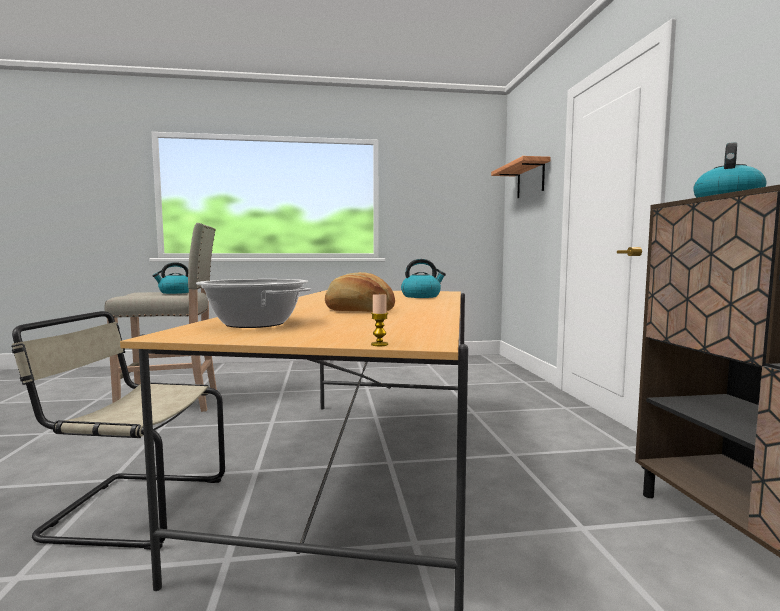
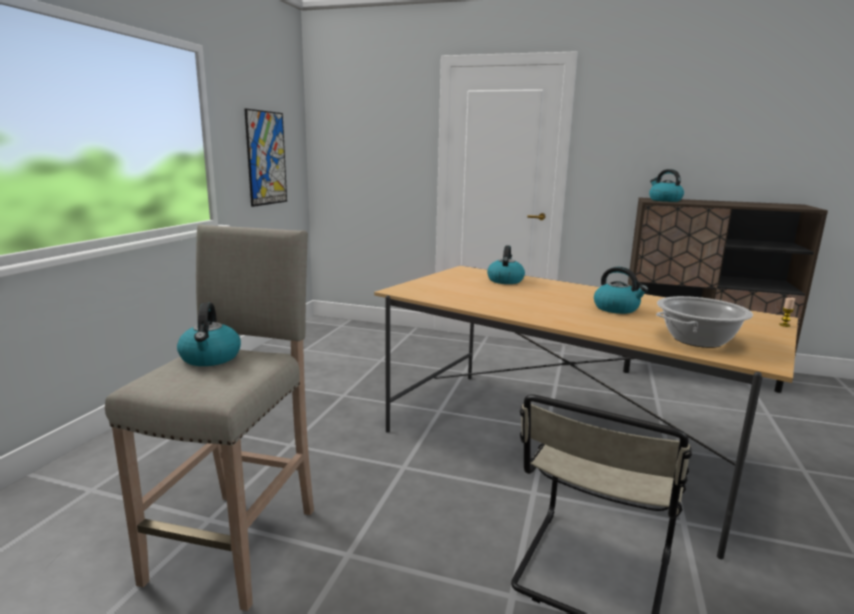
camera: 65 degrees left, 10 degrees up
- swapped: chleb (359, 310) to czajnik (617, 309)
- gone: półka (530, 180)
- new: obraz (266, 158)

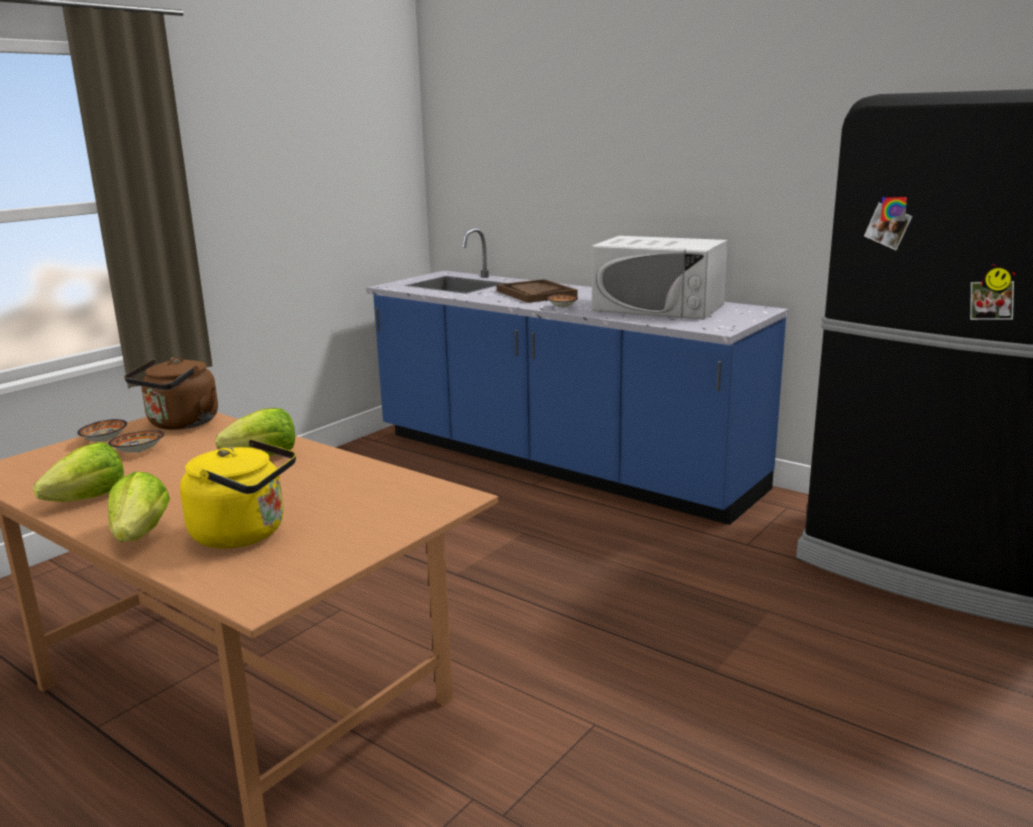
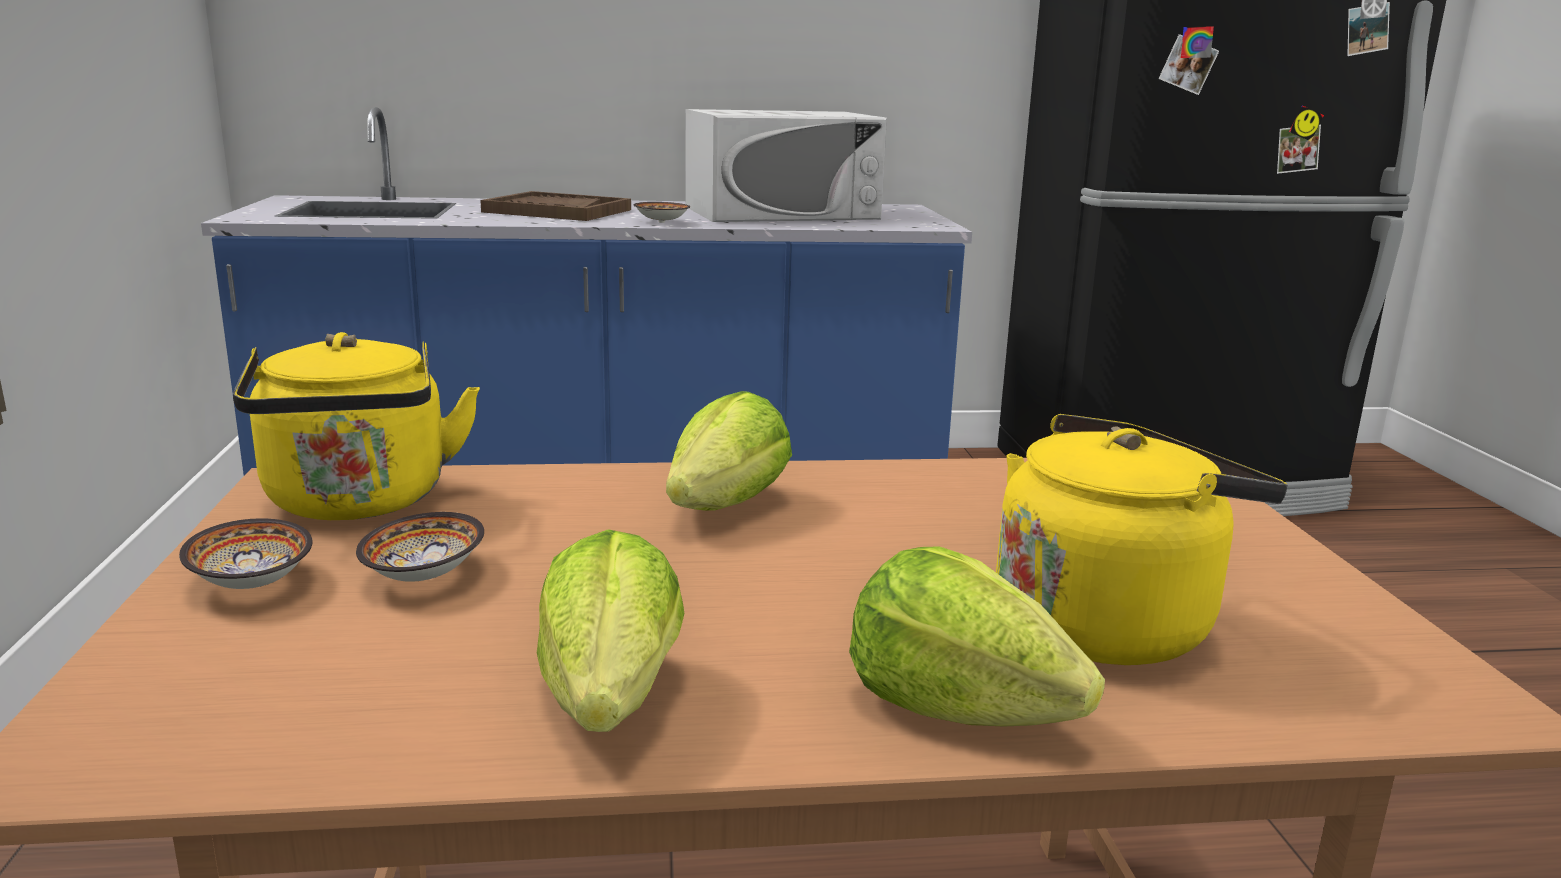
camera: 45 degrees left, 0 degrees up
- repainted: czajnik/brązowy (181, 424) to czajnik/żółty (358, 503)

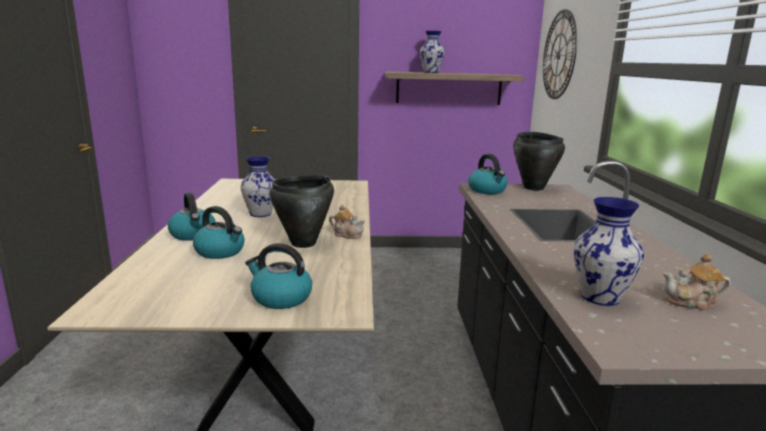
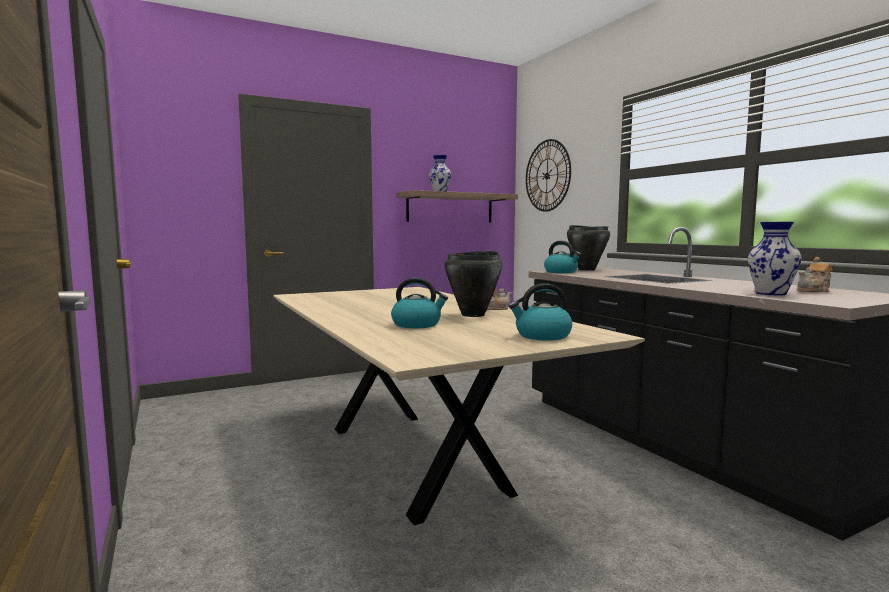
camera: 25 degrees left, 10 degrees down
- gone: czajnik (193, 235)
- gone: wazon (260, 214)

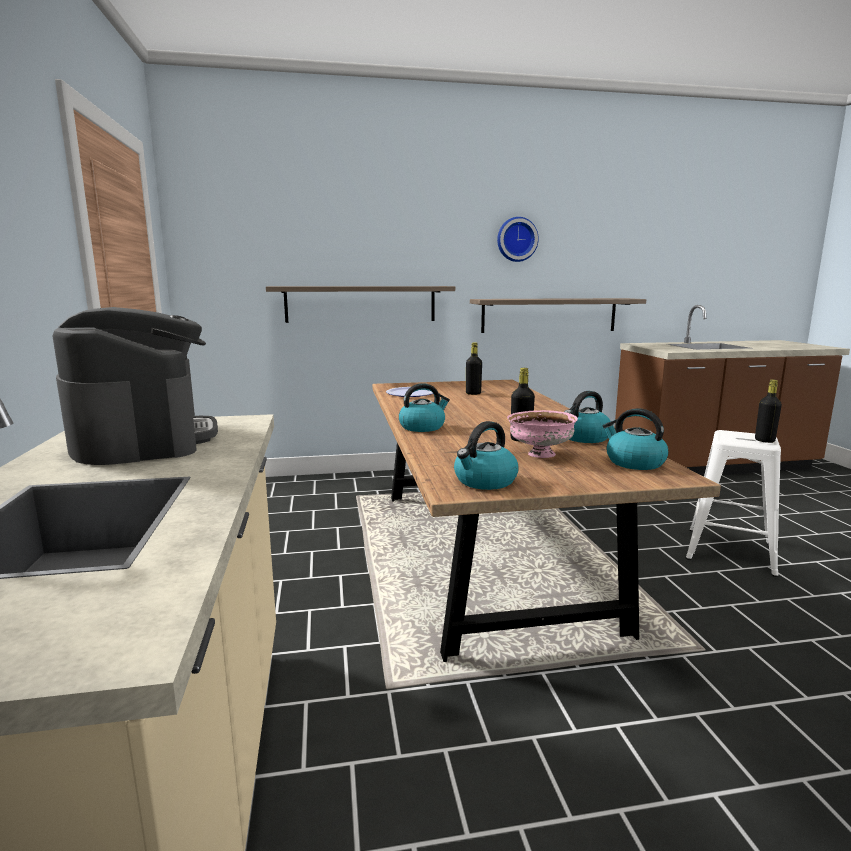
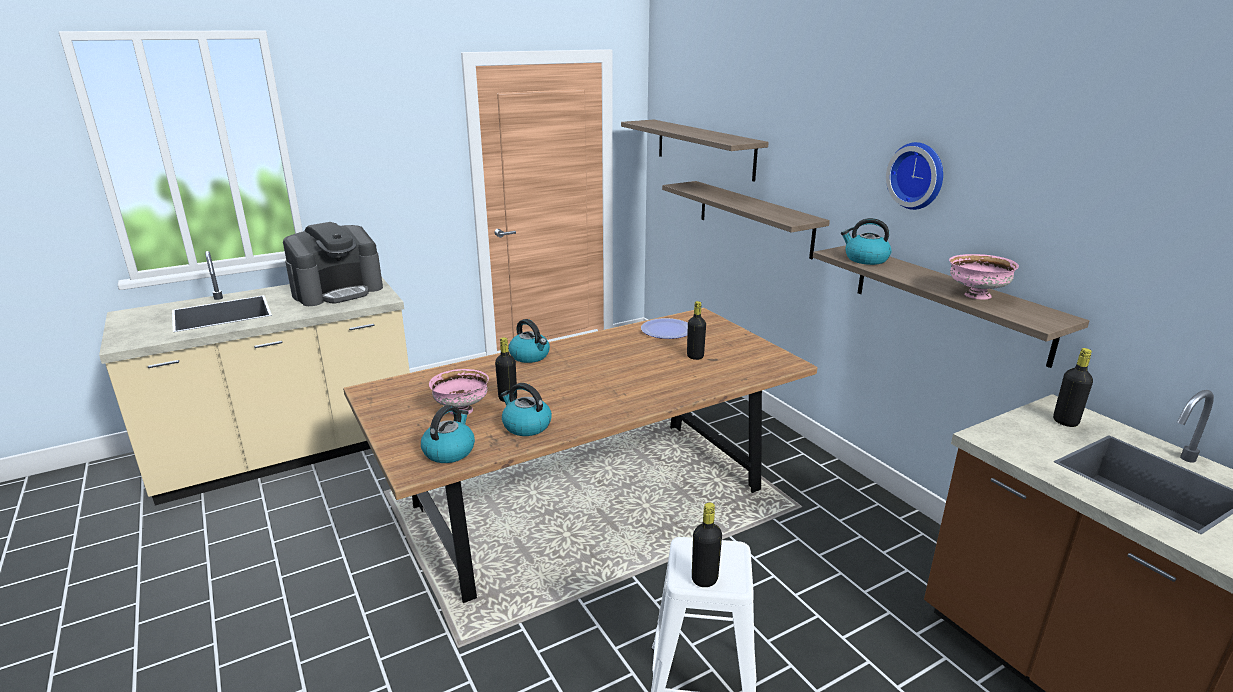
camera: 70 degrees right, 10 degrees up
- shifted: czajnik (485, 481) to (865, 259)
- new: półka (704, 148)
- new: miska/różowy (976, 296)
- new: butelka/czarny (1065, 421)

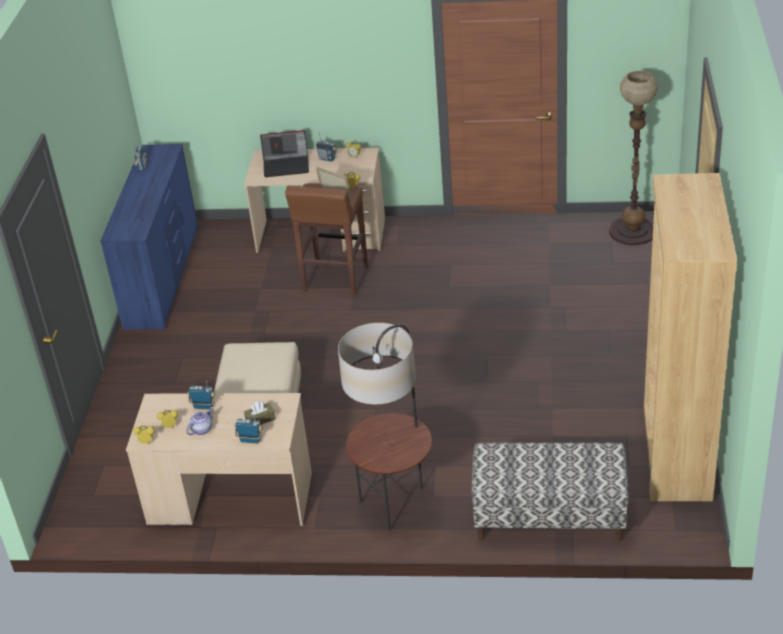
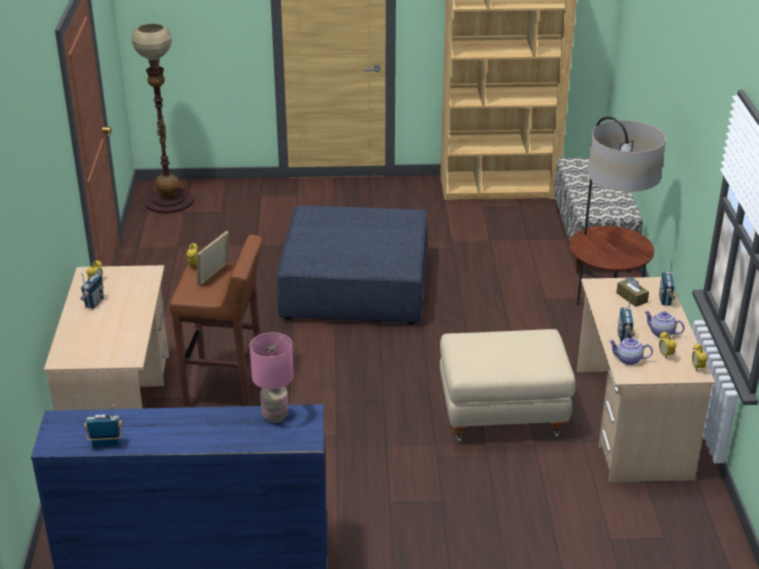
camera: 100 degrees left, 5 degrees down
- gone: laptop (287, 165)
- new: lampa stołowa/różowy (275, 415)
- new: pufa/niebieski (355, 286)
- new: imbryk (628, 360)

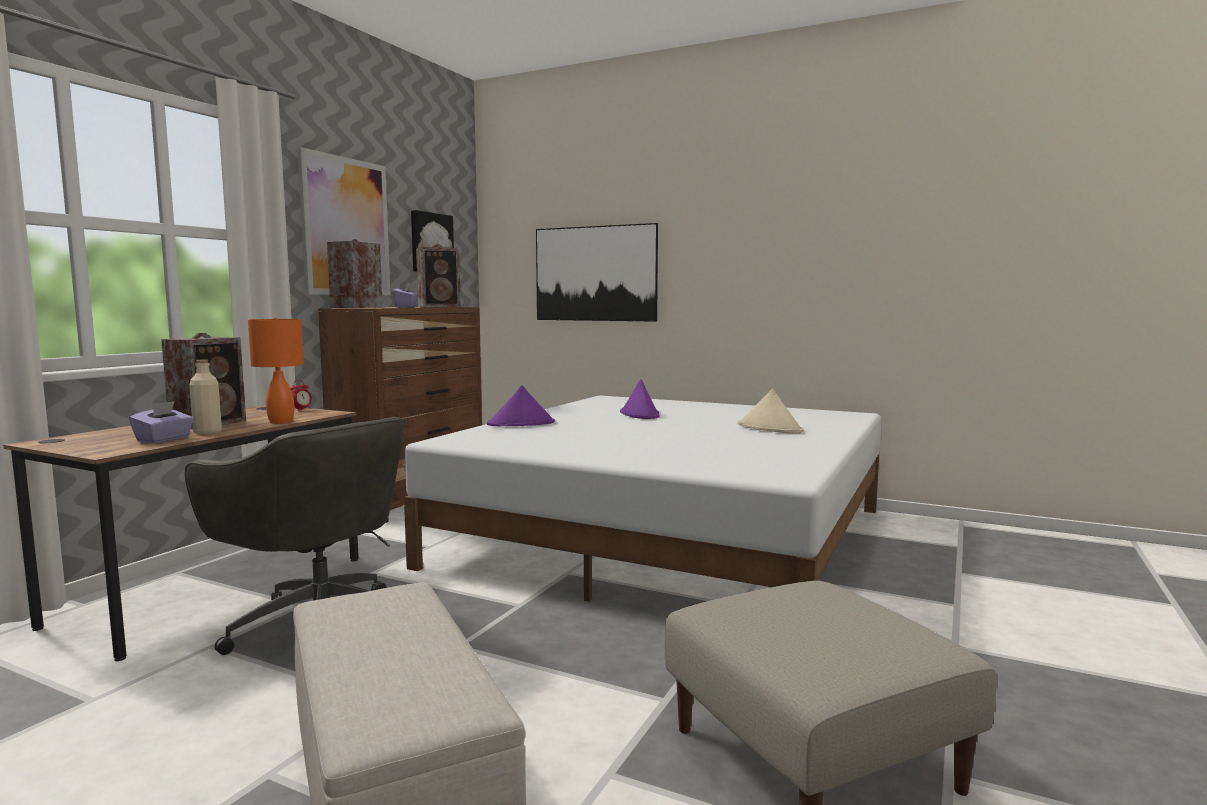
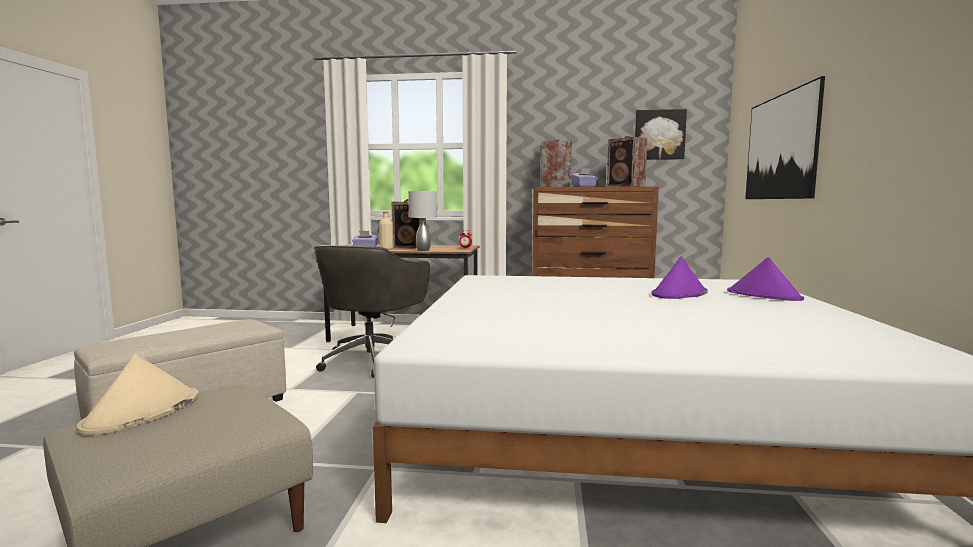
camera: 70 degrees right, 0 degrees up
- repainted: lampa stołowa/pomarańczowy (280, 422) to lampa stołowa/szary (423, 250)
- gone: obraz (346, 227)
- shifted: kapelusz/fioletowy (521, 424) to (764, 296)
- shifted: kapelusz/beżowy (770, 428) to (142, 412)

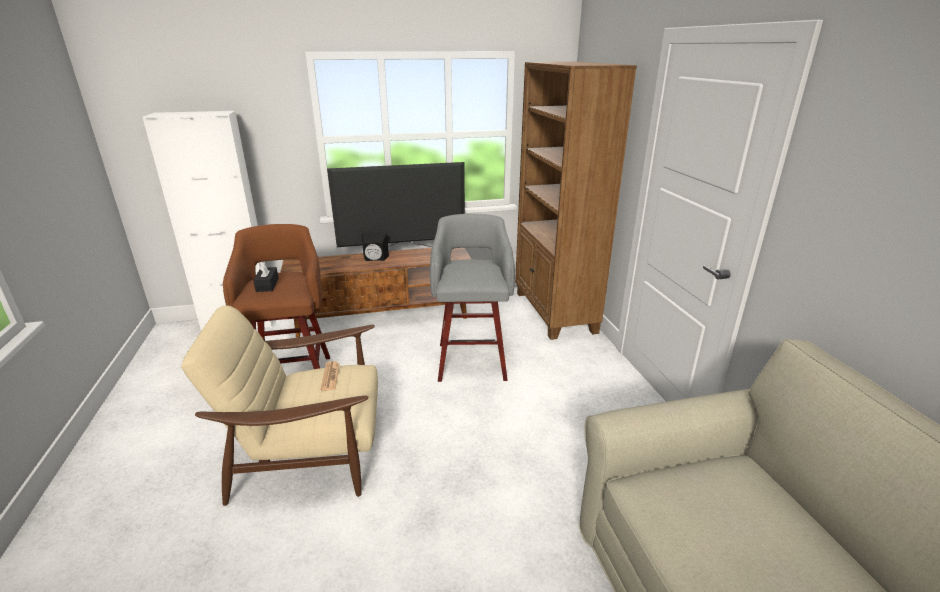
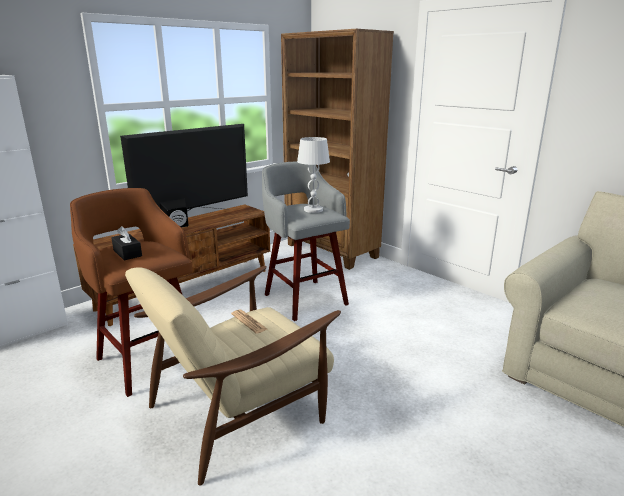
camera: 30 degrees left, 5 degrees down
- new: lampa stołowa/biały (313, 210)

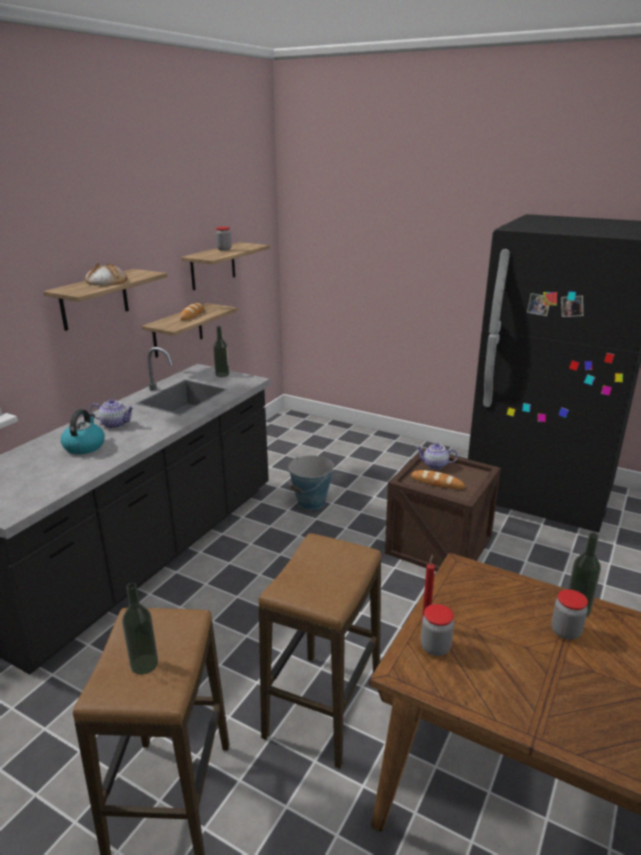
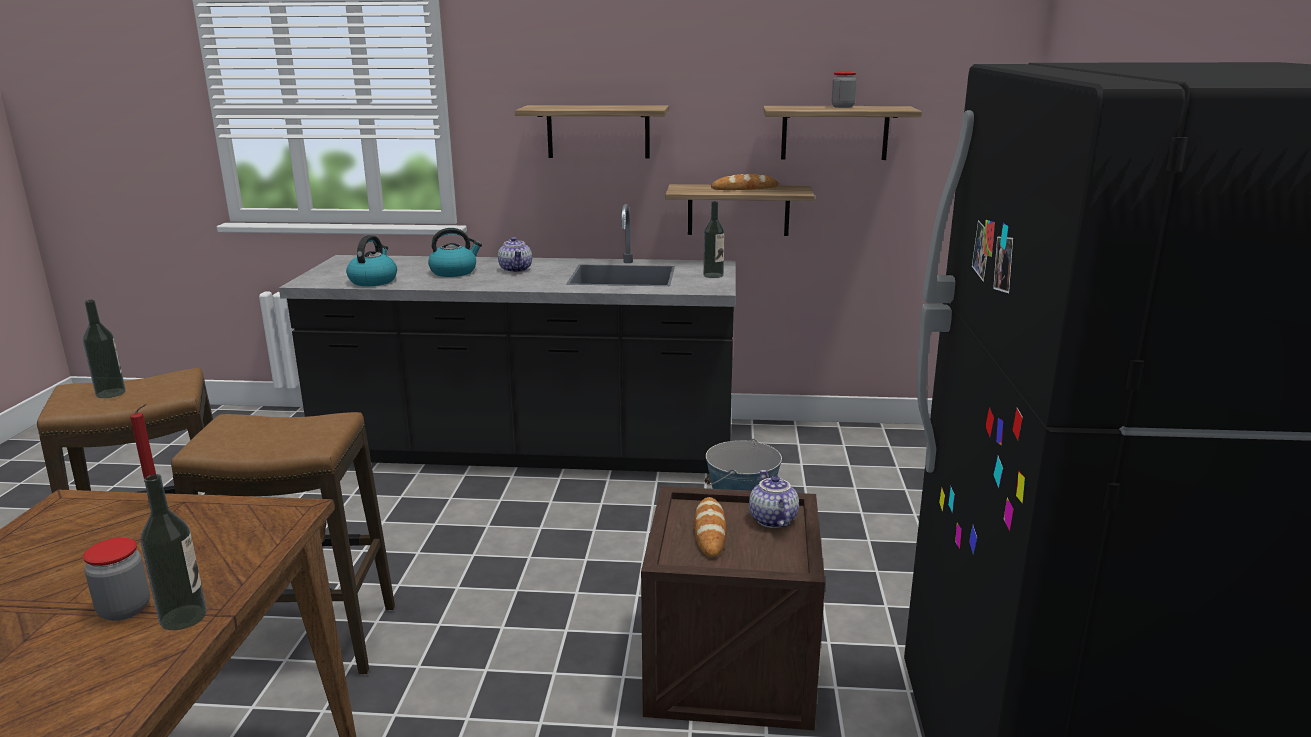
camera: 65 degrees right, 5 degrees down
- gone: chleb (106, 281)
- gone: słoik (435, 647)
- new: czajnik (373, 281)

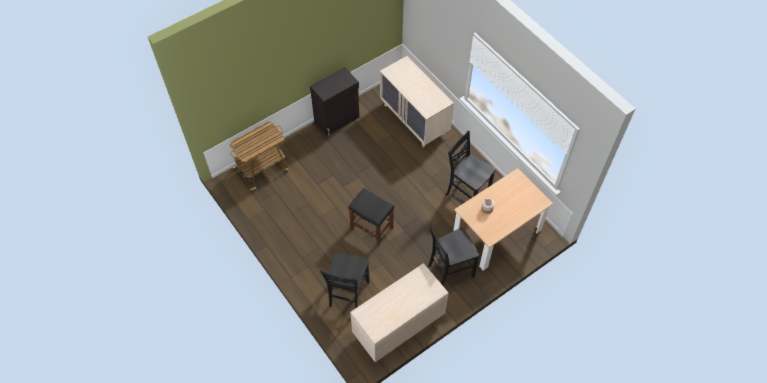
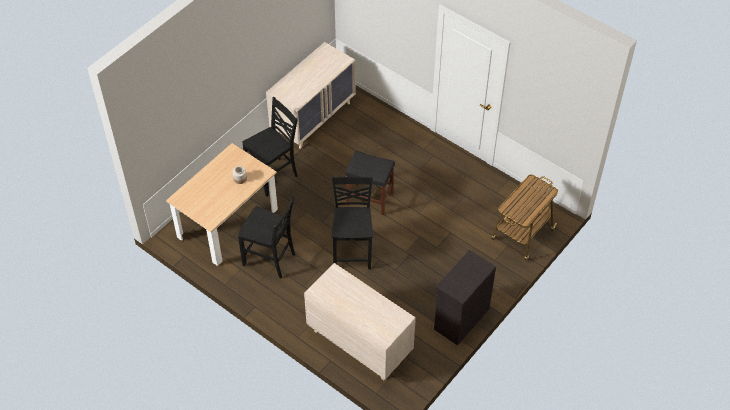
camera: 165 degrees right, 5 degrees down
- shifted: krzesło/czarny (348, 294) to (353, 251)

